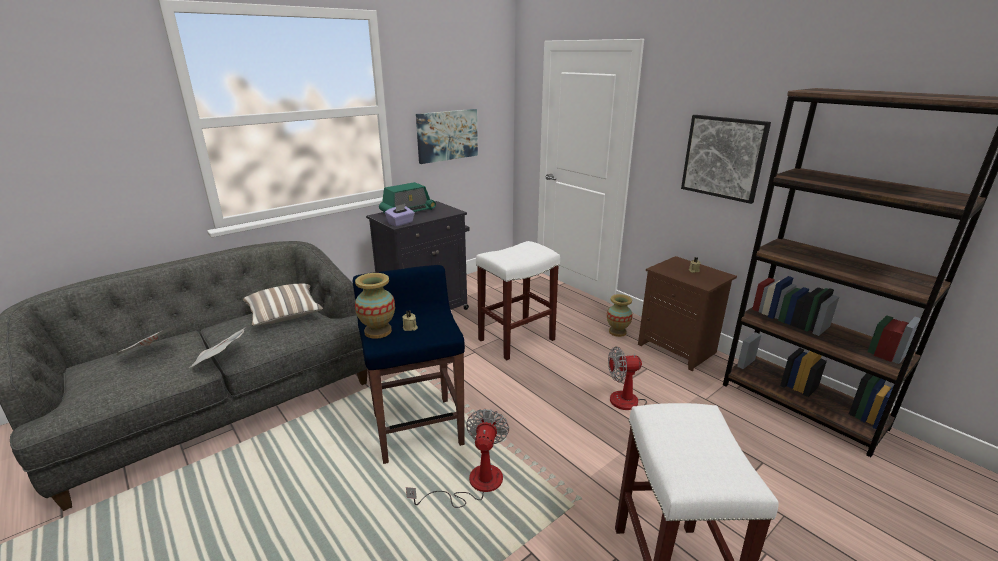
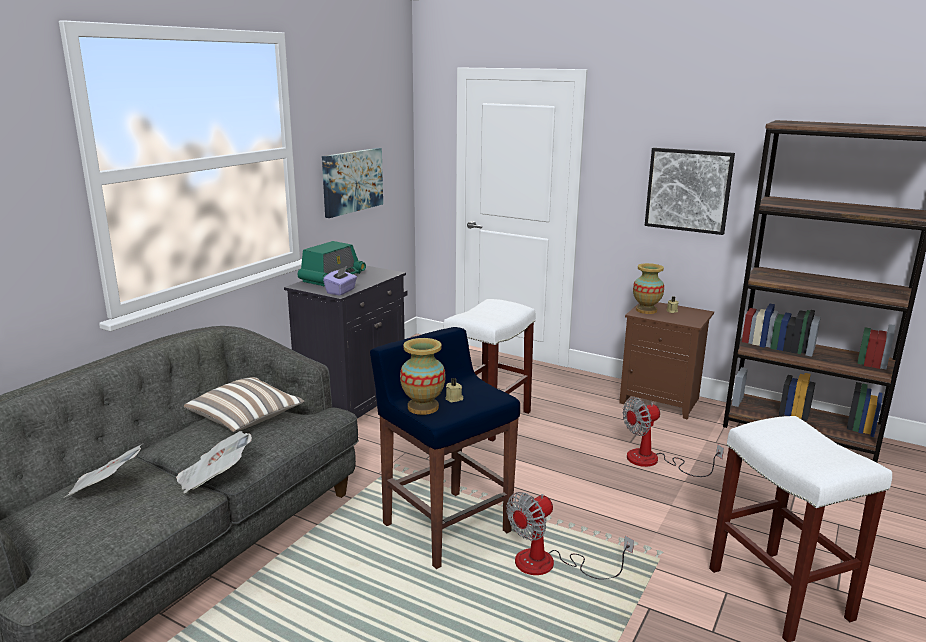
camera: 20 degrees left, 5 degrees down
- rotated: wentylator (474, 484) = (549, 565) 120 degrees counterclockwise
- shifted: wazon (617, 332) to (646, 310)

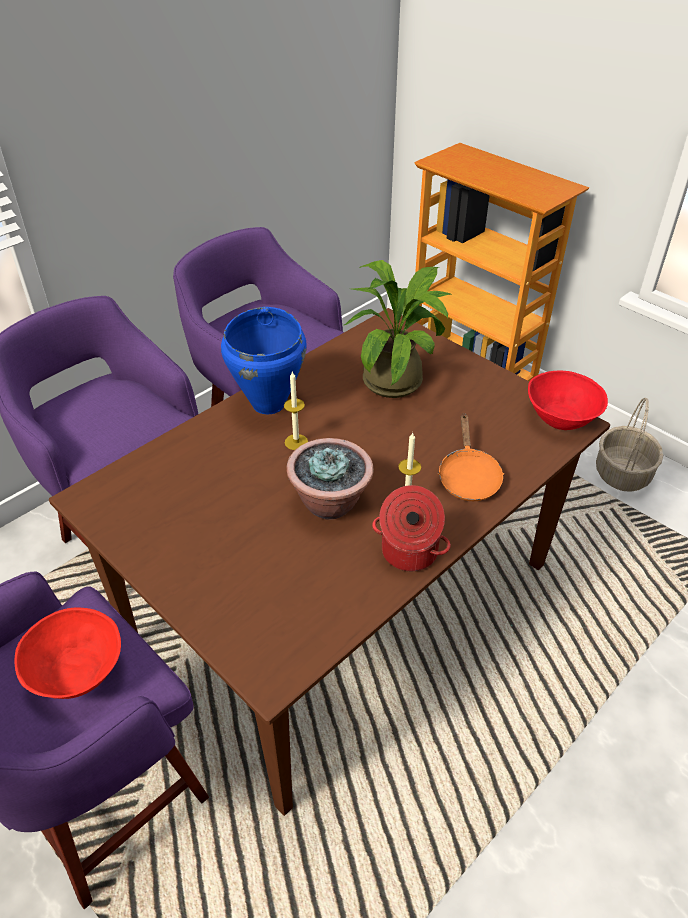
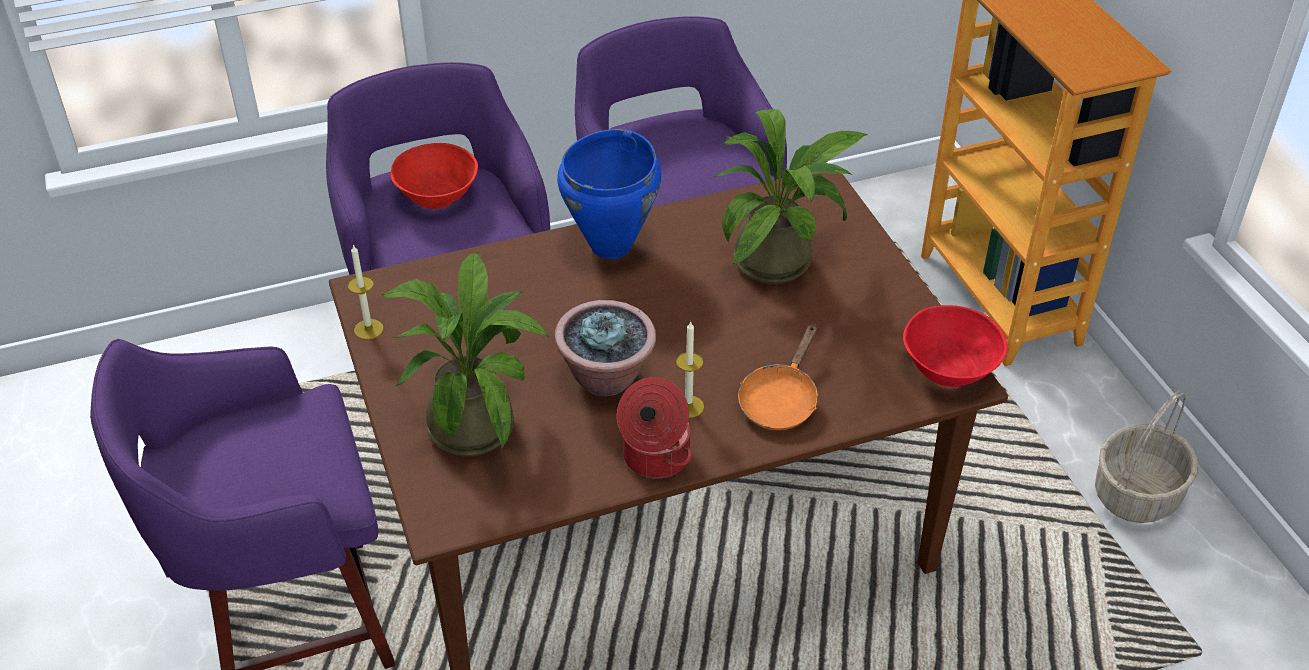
camera: 25 degrees right, 0 degrees up
- shifted: miska/czerwony (76, 672) to (436, 196)
- shifted: świeca (296, 442) to (368, 329)
- new: roślina doniczkowa (476, 420)

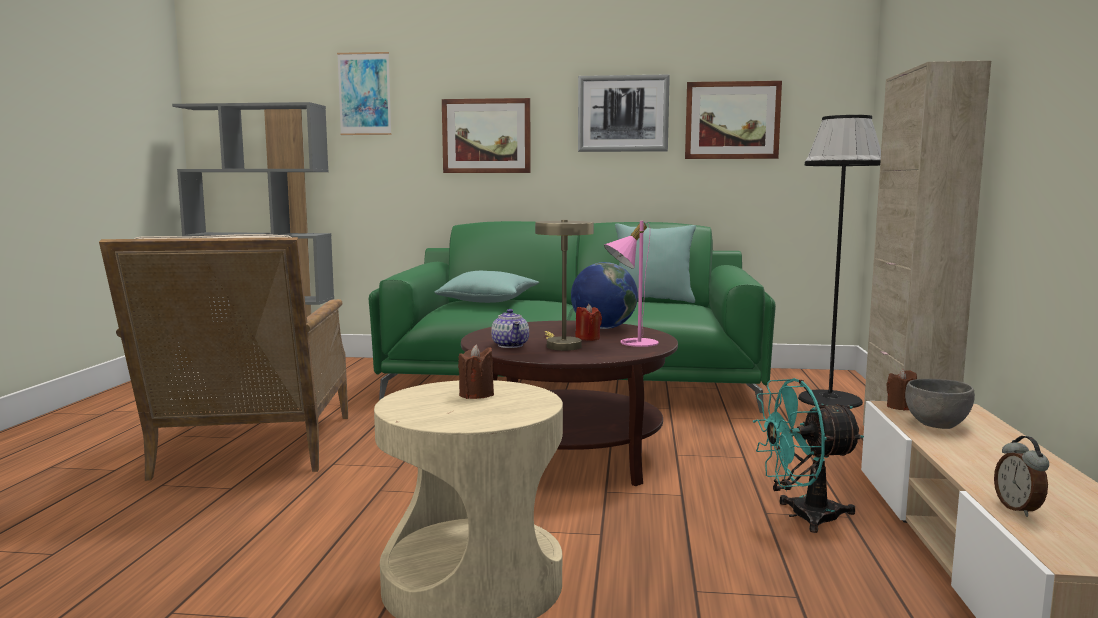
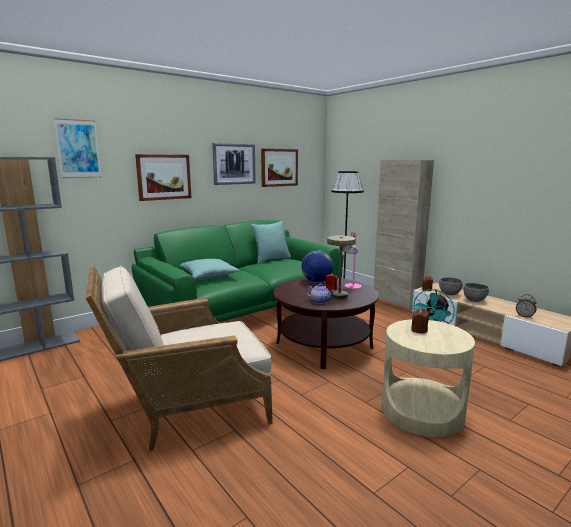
camera: 45 degrees left, 5 degrees up
- rotated: fotel/beżowy (248, 452) = (187, 408) 120 degrees clockwise
- new: miska/szary (474, 300)

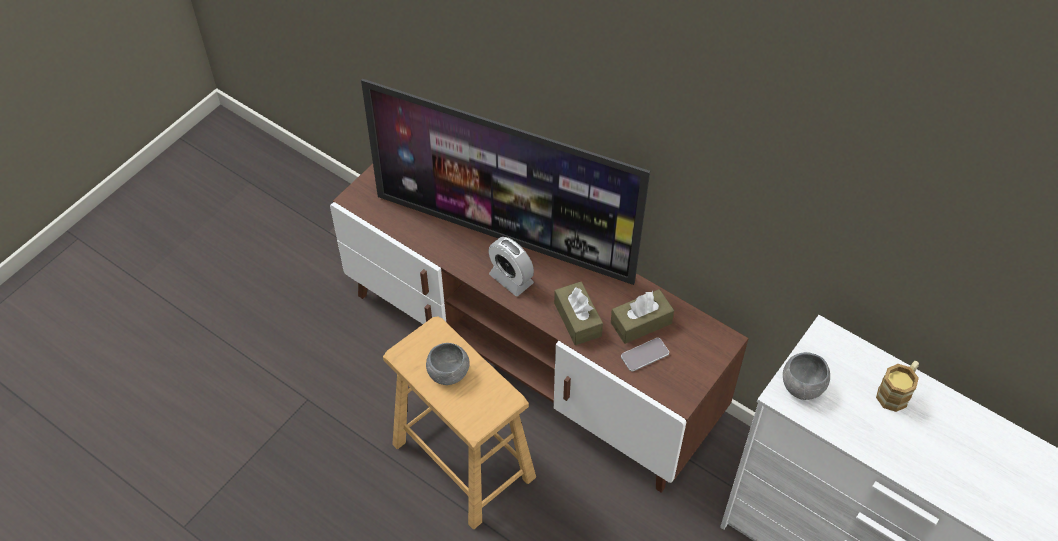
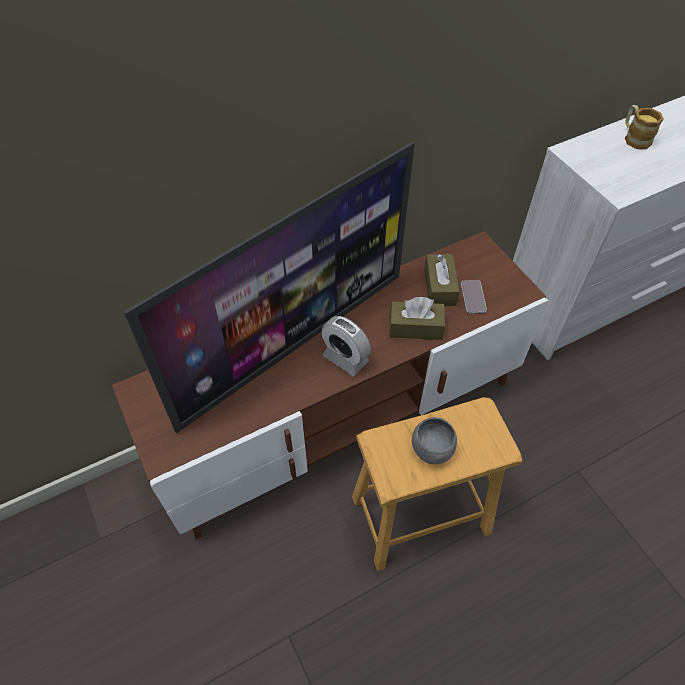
camera: 65 degrees left, 0 degrees up
- rotated: budzik (511, 279) = (345, 358) 60 degrees clockwise
- gone: miska/szary (802, 386)

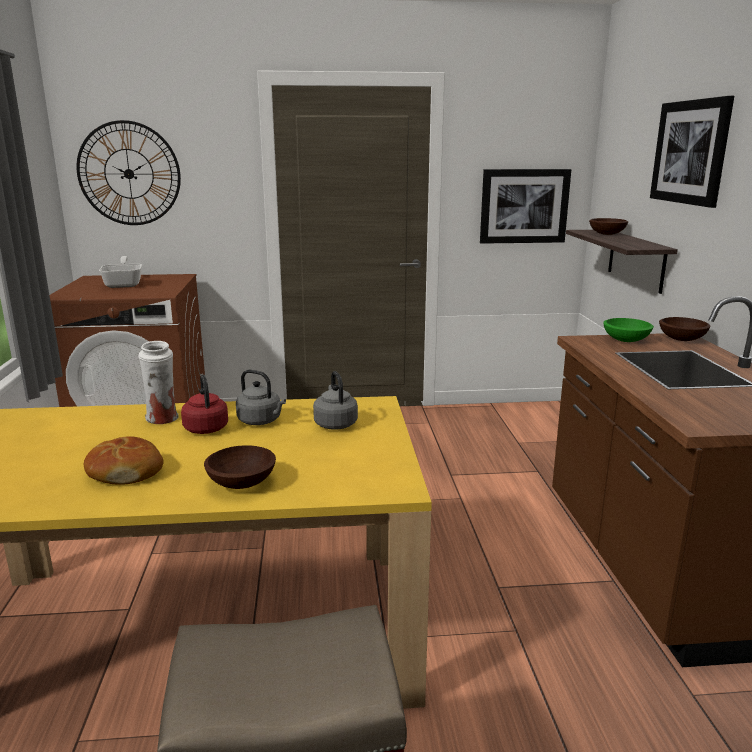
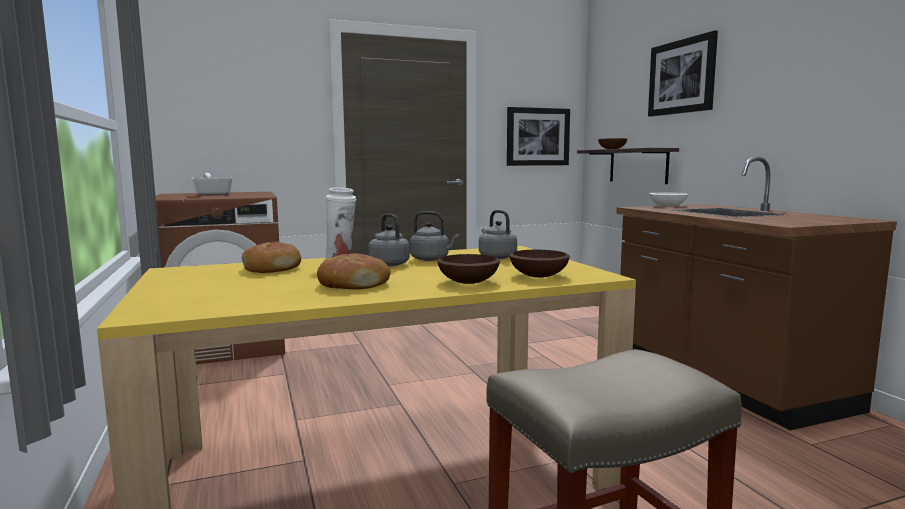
camera: 15 degrees left, 10 degrees down
- gone: zegar ścienny (129, 174)
- repainted: czajnik/czerwony (206, 428) to czajnik/szary (388, 264)
- repainted: miska/zielony (625, 340) to miska/biały (667, 206)
- shifted: miska/brązowy (681, 339) to (538, 275)
- new: chleb (272, 268)

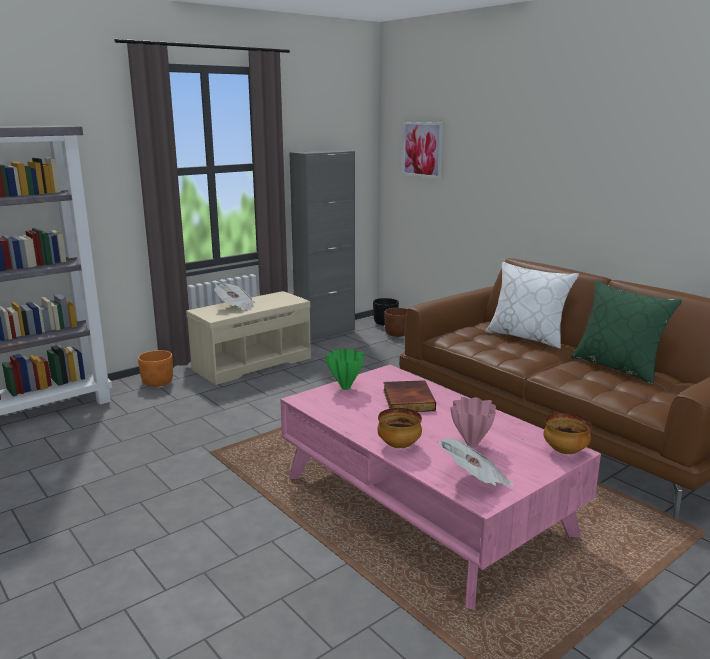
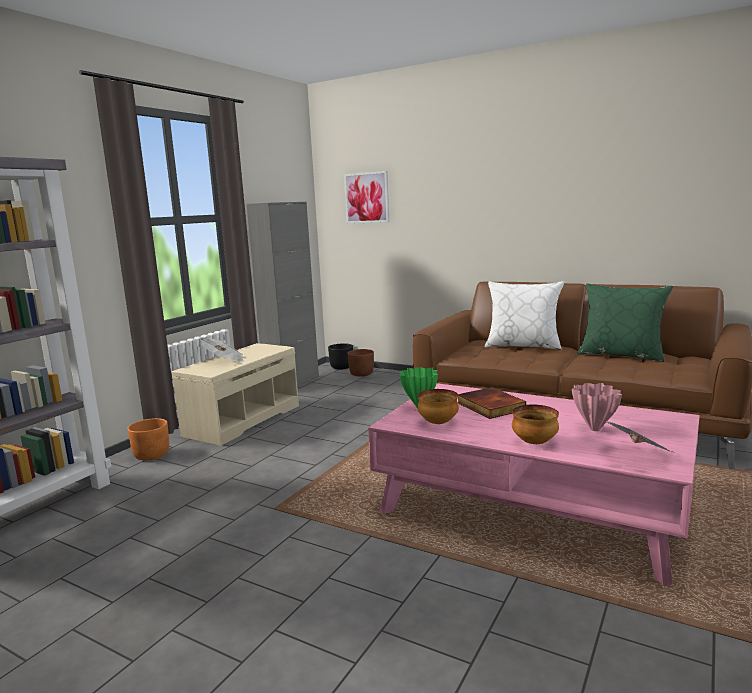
camera: 20 degrees left, 5 degrees down
- shifted: miska (564, 451) to (437, 423)

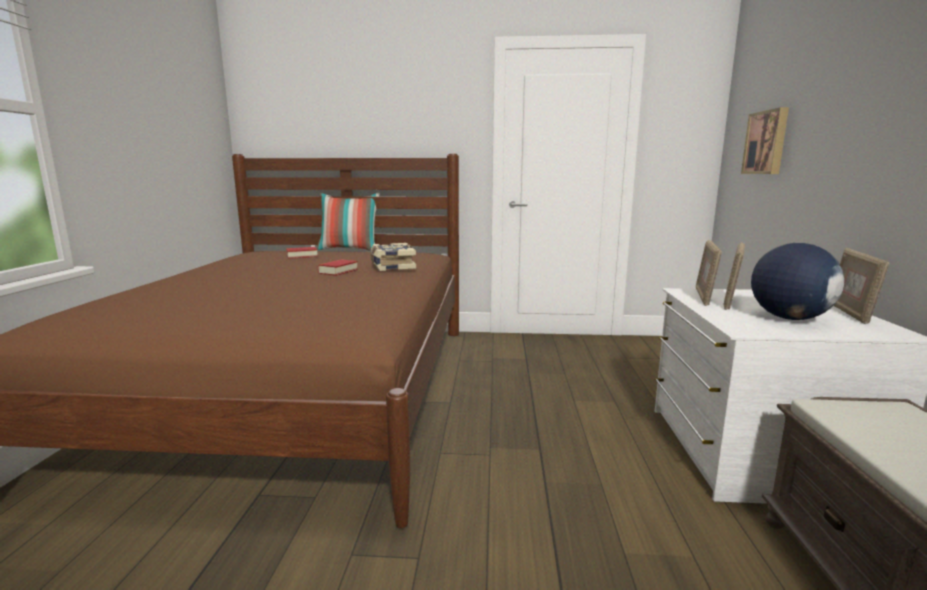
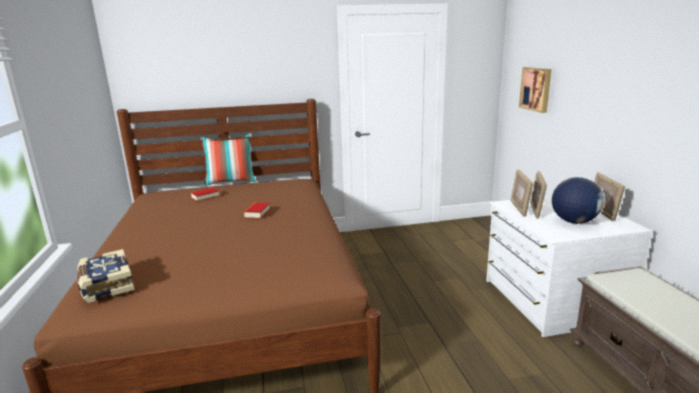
camera: 15 degrees left, 5 degrees up
- shifted: książka (391, 266) to (106, 285)

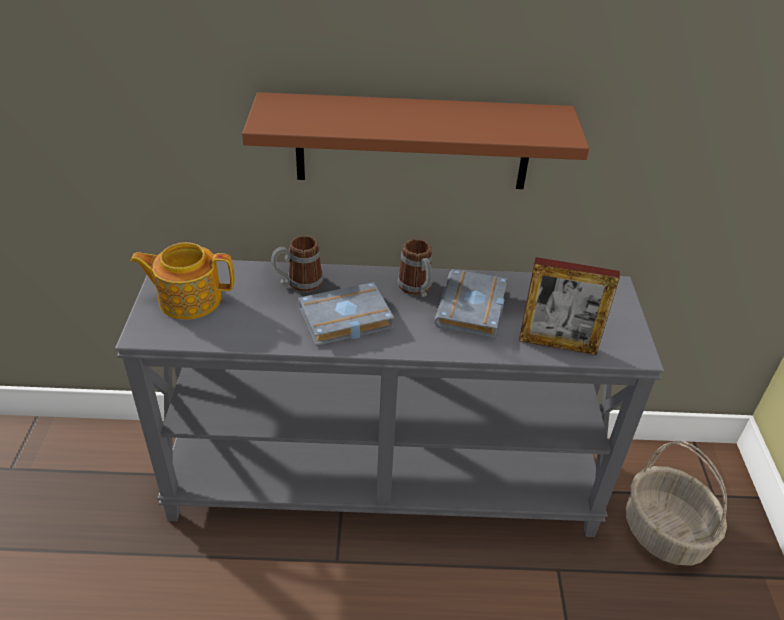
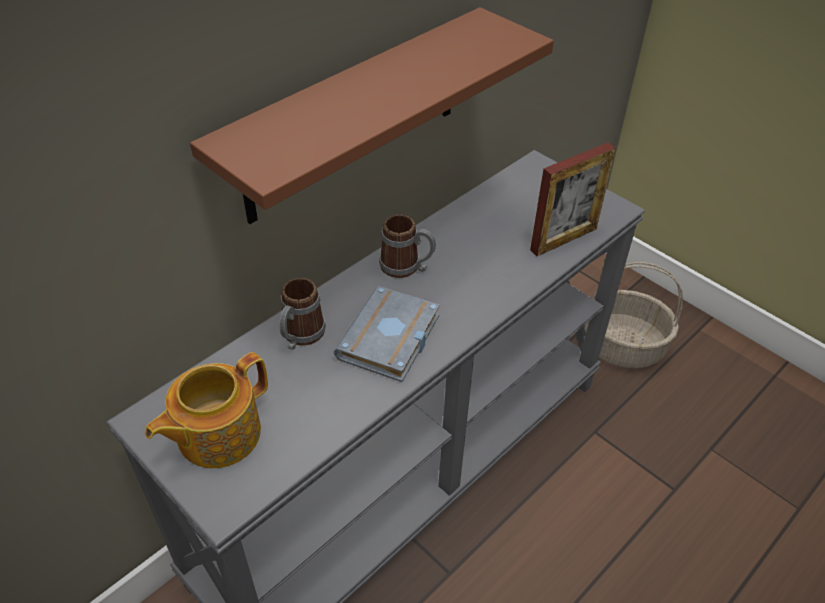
camera: 45 degrees left, 5 degrees up
- gone: książka/szary (473, 310)

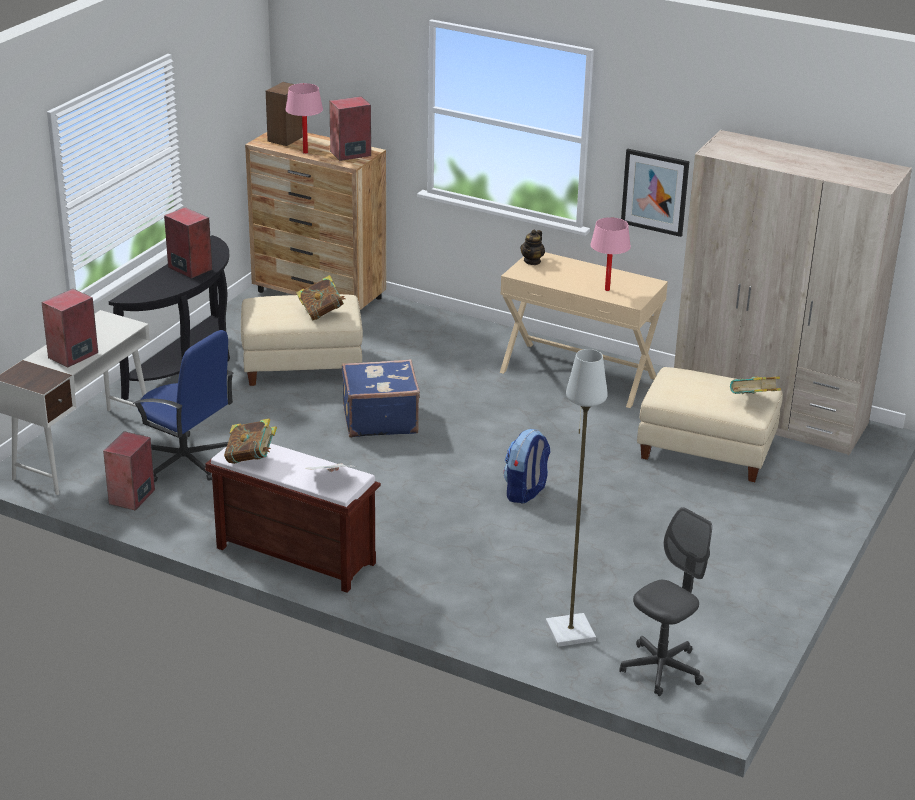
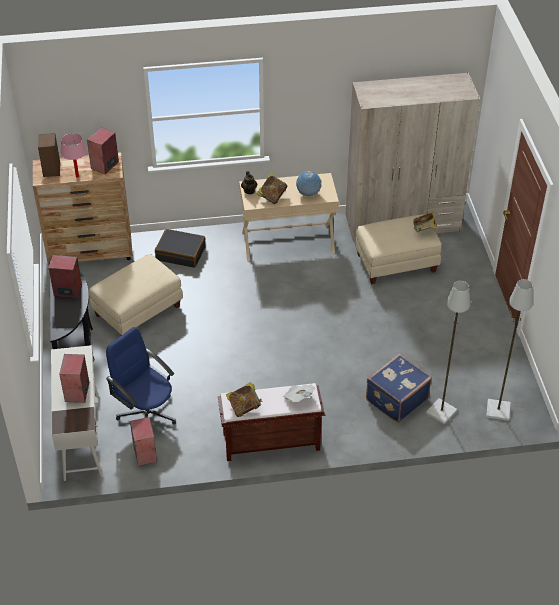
camera: 35 degrees left, 15 degrees up
- rotated: krzesło biurowe/niebieski (185, 461) = (147, 413) 135 degrees counterclockwise
- shifted: książka (321, 313) to (272, 196)
- shifted: walizka/niebieski (379, 419) to (396, 399)
- gone: plecak (526, 492)
- swapped: lampa stołowa/różowy (607, 290) to globus (308, 194)
- swapped: krzesło biurowe/szary (661, 669) to lampa stojąca/szary (498, 410)
- gone: obraz (655, 192)
- new: walizka/czarny (181, 253)

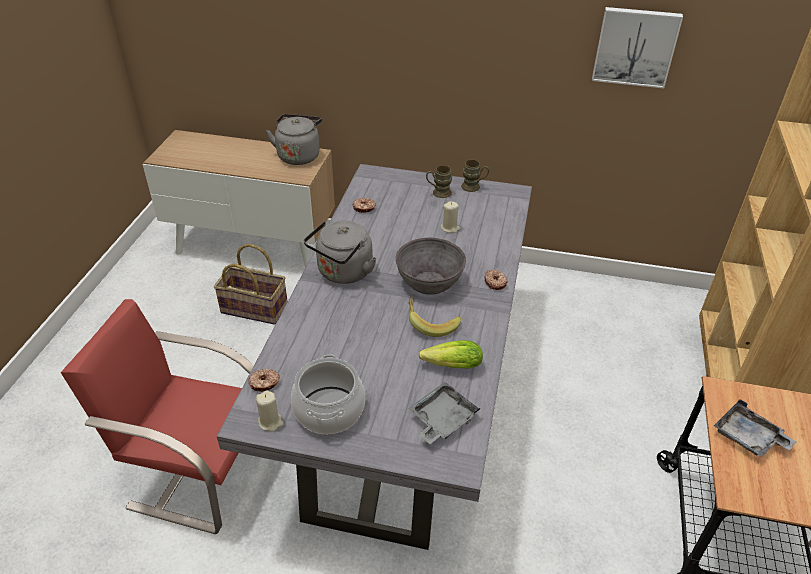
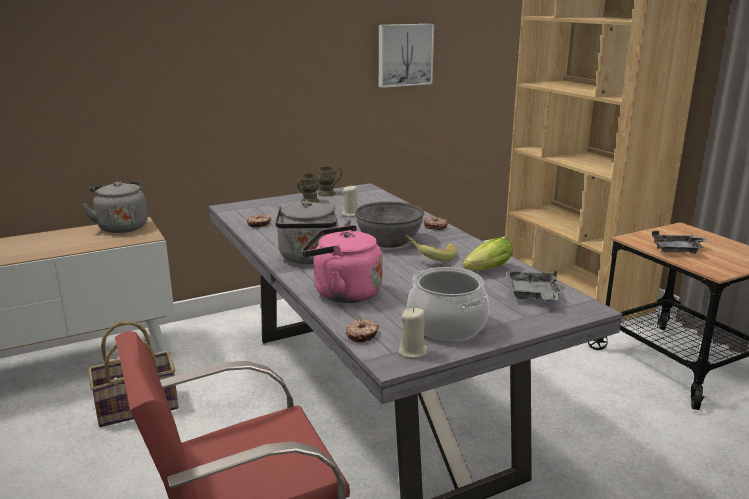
camera: 40 degrees left, 20 degrees down
- new: czajnik/różowy (343, 293)

